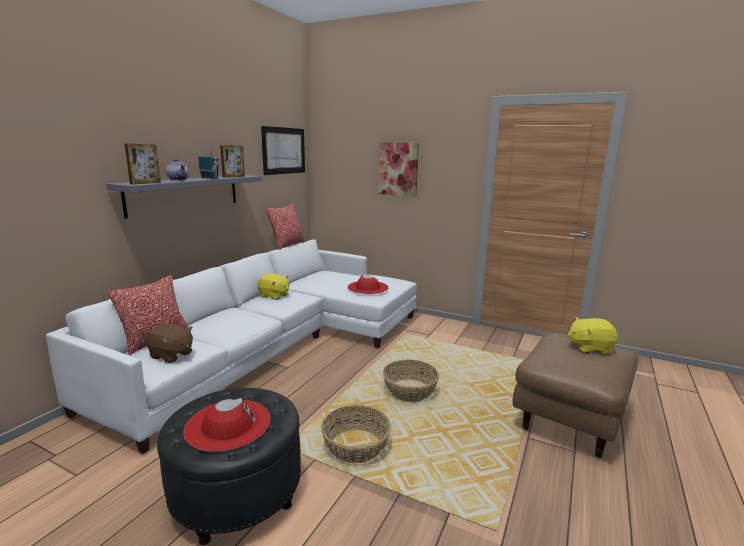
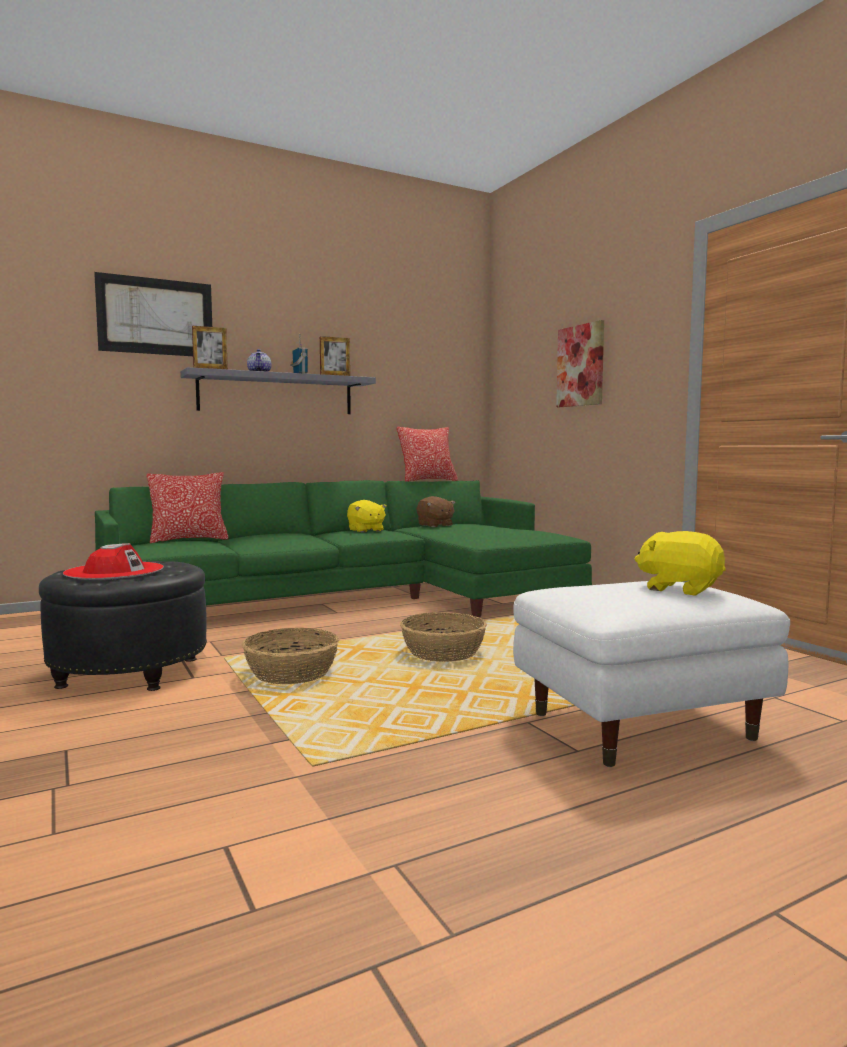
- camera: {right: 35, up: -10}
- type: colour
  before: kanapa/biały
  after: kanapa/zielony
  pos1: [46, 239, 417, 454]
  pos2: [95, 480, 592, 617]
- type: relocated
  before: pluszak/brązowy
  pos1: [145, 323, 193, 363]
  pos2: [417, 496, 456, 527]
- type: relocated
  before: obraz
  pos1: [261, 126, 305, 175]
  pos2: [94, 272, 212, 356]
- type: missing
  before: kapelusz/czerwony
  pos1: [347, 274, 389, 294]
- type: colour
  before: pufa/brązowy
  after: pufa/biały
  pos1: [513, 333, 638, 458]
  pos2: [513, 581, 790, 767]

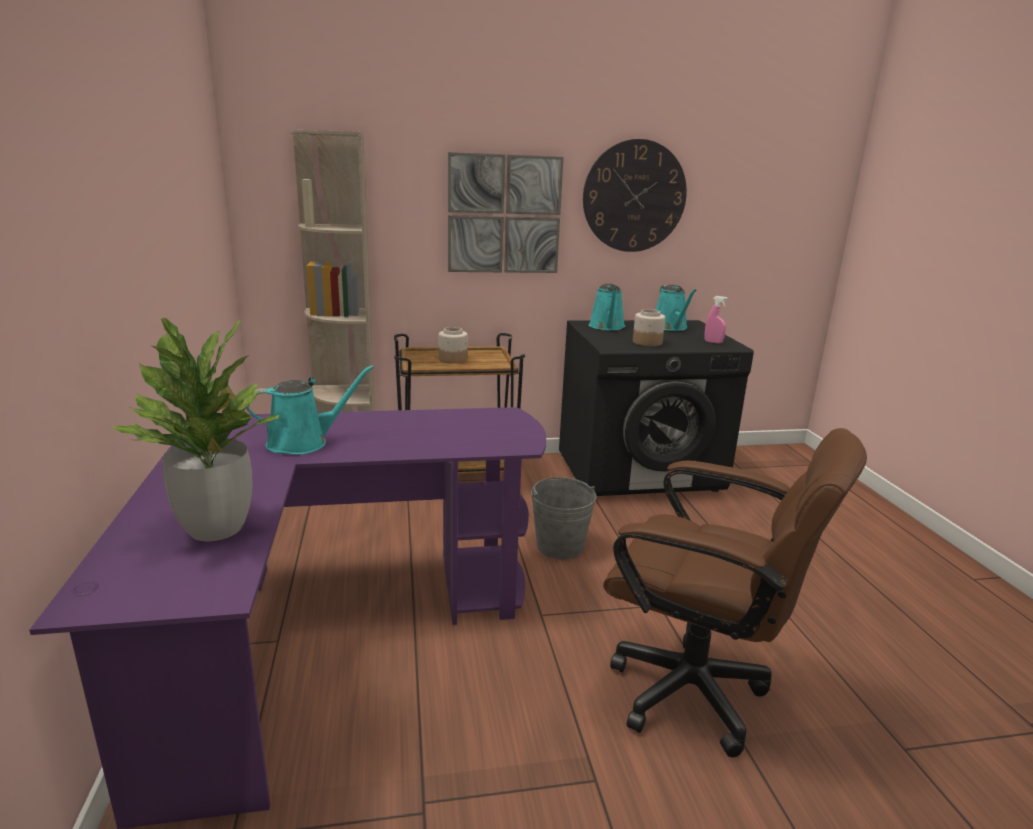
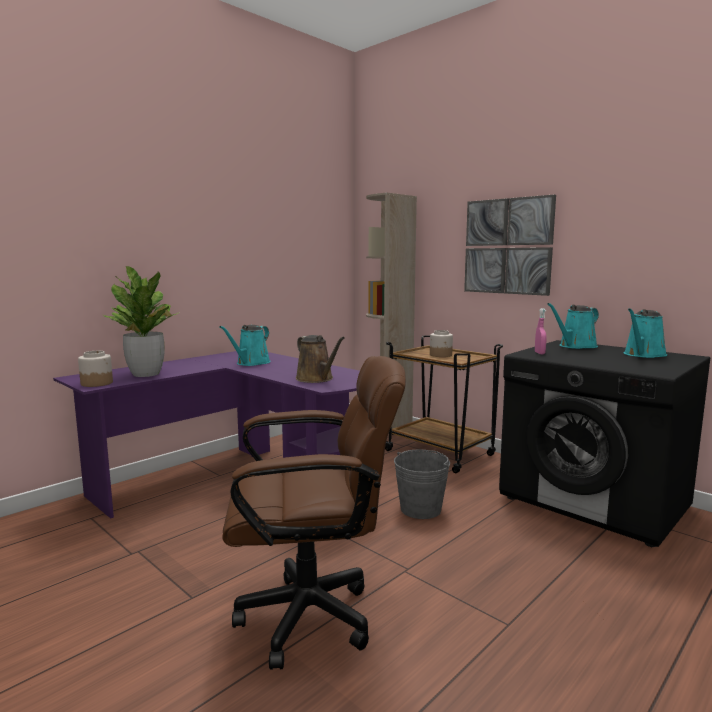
- camera: {right: 55, up: -10}
- type: spun
  before: konewka/turkusowy
  pos1: [247, 365, 374, 455]
  pos2: [219, 325, 271, 366]
  turn: 90
- type: missing
  before: zegar ścienny
  pos1: [583, 139, 687, 252]
- type: spun
  before: krzesło biurowe/brązowy
  pos1: [603, 428, 867, 757]
  pos2: [222, 356, 406, 670]
  turn: -90
- type: relocated
  before: słoik
  pos1: [633, 309, 665, 346]
  pos2: [78, 351, 113, 387]
- type: relocated
  before: spryskiwacz/różowy
  pos1: [704, 296, 728, 344]
  pos2: [535, 308, 547, 354]
- type: appeared
  after: konewka/brązowy
  pos2: [296, 335, 345, 383]

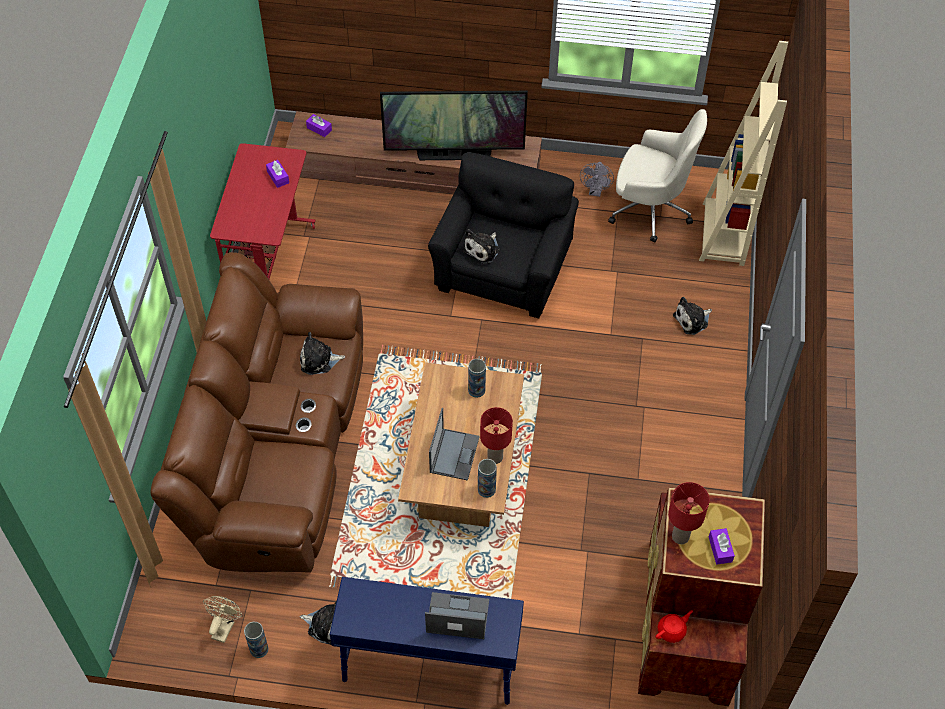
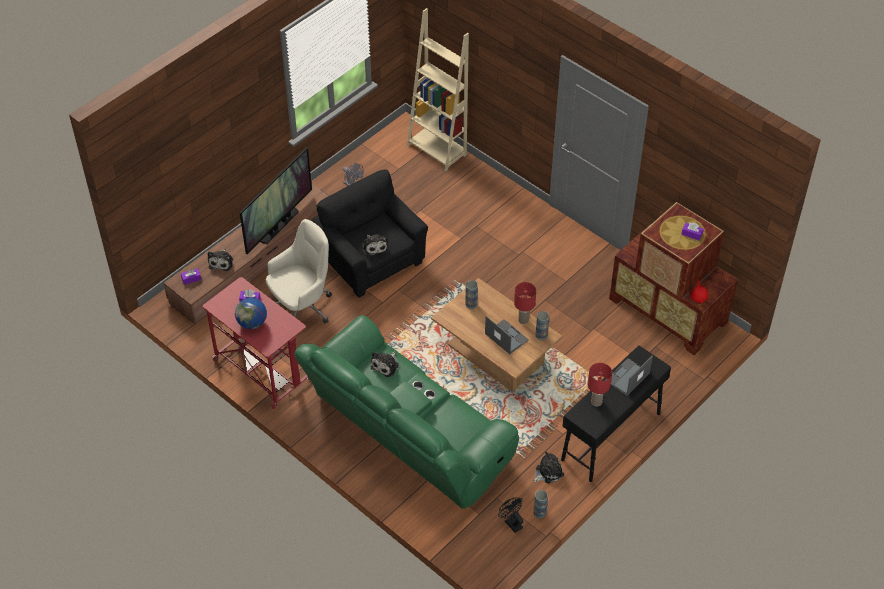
- camera: {right: -55, up: -5}
- type: colour
  before: kanapa/brązowy
  after: kanapa/zielony
  pos1: [150, 252, 363, 573]
  pos2: [294, 315, 519, 509]
- type: colour
  before: wentylator/beżowy
  after: wentylator/czarny
  pos1: [203, 596, 243, 643]
  pos2: [498, 497, 524, 533]
- type: colour
  before: stolik konsolowy/niebieski
  after: stolik konsolowy/czarny
  pos1: [330, 577, 524, 705]
  pos2: [561, 345, 671, 482]
- type: relocated
  before: krzesło biurowe/beżowy
  pos1: [608, 109, 707, 242]
  pos2: [266, 219, 332, 323]
- type: relocated
  before: lampa stołowa/czerwony
  pos1: [668, 482, 710, 544]
  pos2: [588, 363, 612, 406]
- type: relocated
  before: pluszak
  pos1: [673, 297, 712, 335]
  pos2: [207, 249, 233, 271]
- type: appeared
  after: globus
  pos2: [235, 297, 267, 329]

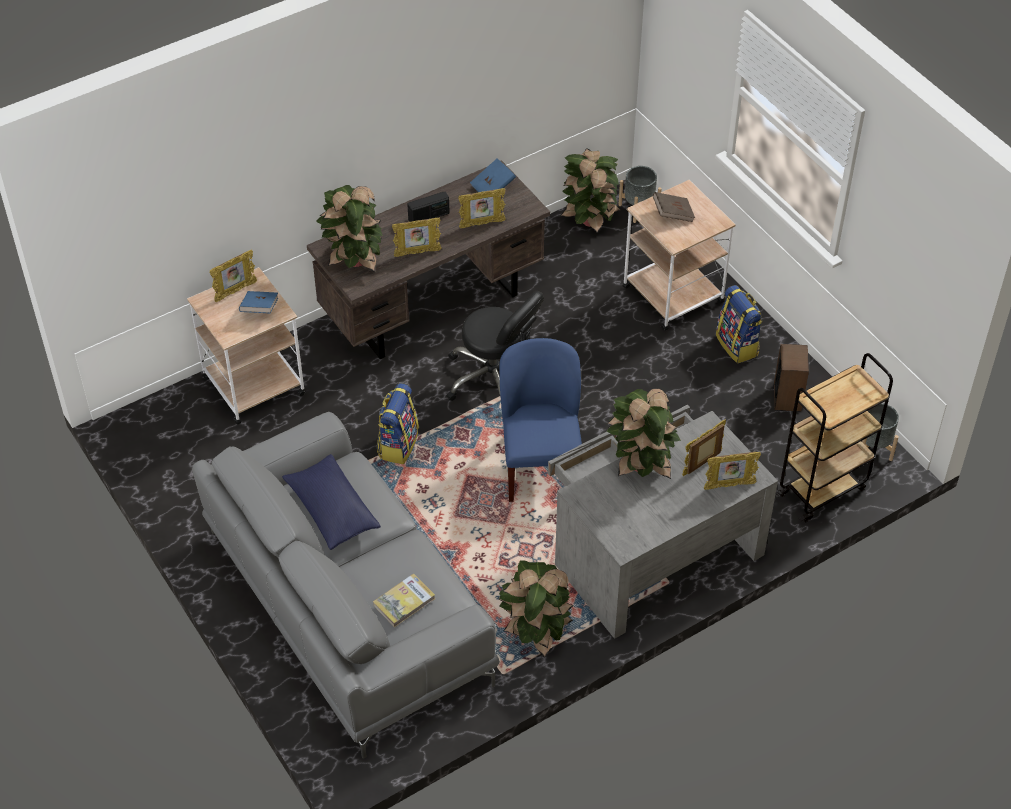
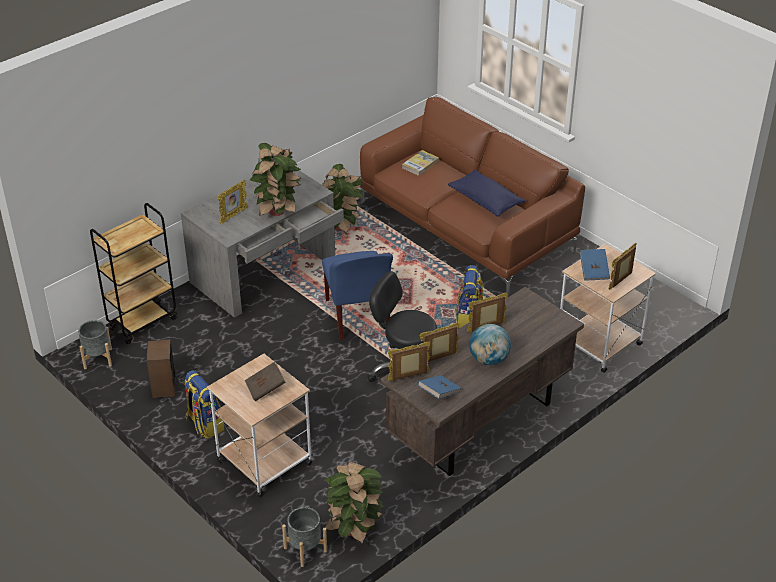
- camera: {right: 170, up: -10}
- type: colour
  before: kanapa/szary
  after: kanapa/brązowy
  pos1: [192, 412, 500, 759]
  pos2: [360, 97, 585, 296]
- type: missing
  before: roślina doniczkowa
  pos1: [316, 185, 383, 272]
- type: exchanged
  before: radio
  after: globus
  pos1: [407, 192, 450, 222]
  pos2: [469, 324, 511, 365]
- type: relocated
  before: ramka na zdjęcie
  pos1: [704, 452, 761, 490]
  pos2: [388, 342, 430, 381]

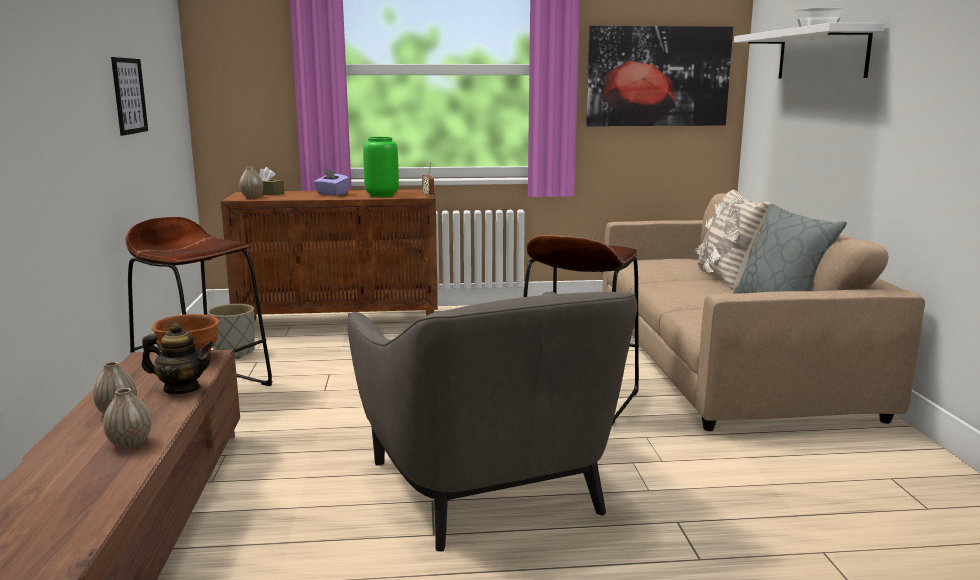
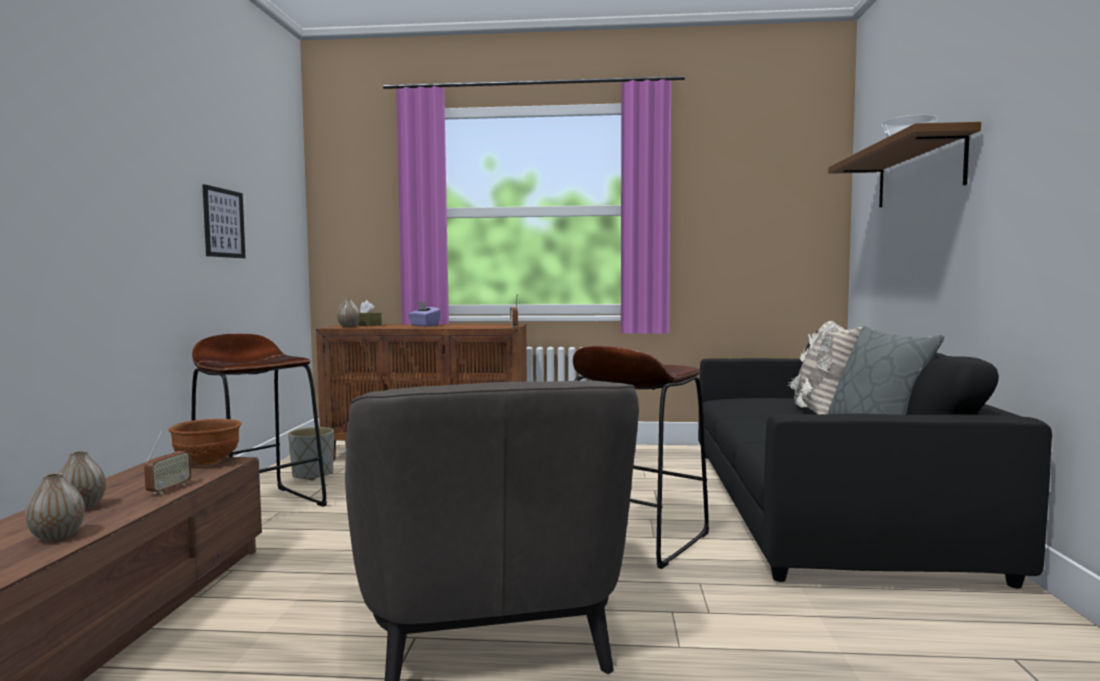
- camera: {right: 10, up: -10}
- type: exchanged
  before: imbryk
  after: radio
  pos1: [142, 323, 214, 394]
  pos2: [144, 430, 191, 494]
- type: missing
  before: wazon/zielony
  pos1: [363, 137, 399, 197]
- type: missing
  before: obraz
  pos1: [586, 26, 733, 126]
- type: colour
  before: kanapa/beżowy
  after: kanapa/czarny
  pos1: [602, 193, 925, 431]
  pos2: [698, 331, 1052, 588]
- type: colour
  before: półka/biały
  after: półka/brązowy
  pos1: [734, 23, 885, 79]
  pos2: [828, 122, 981, 207]

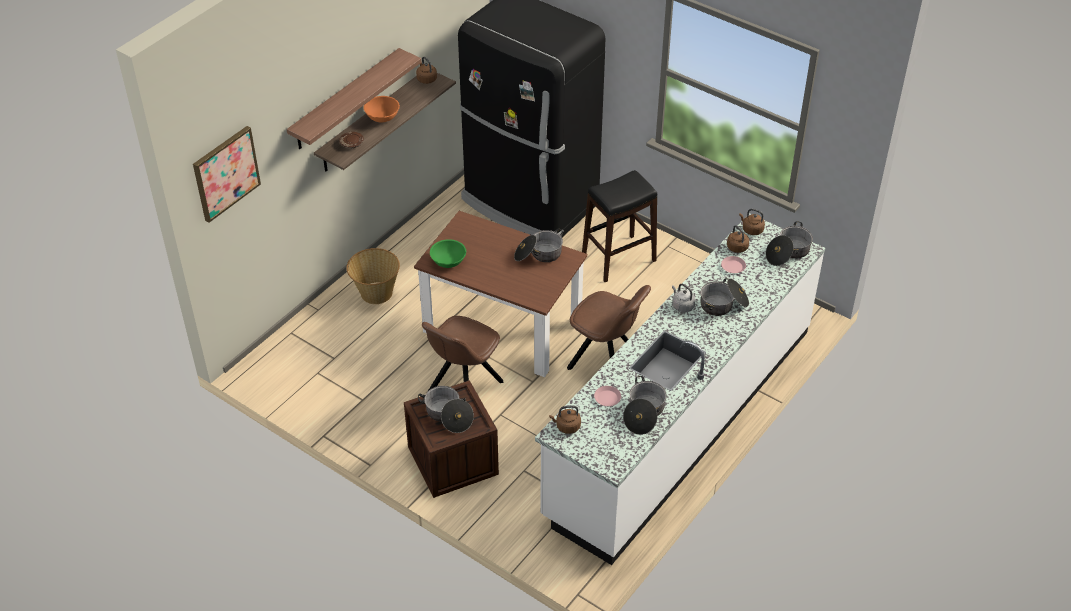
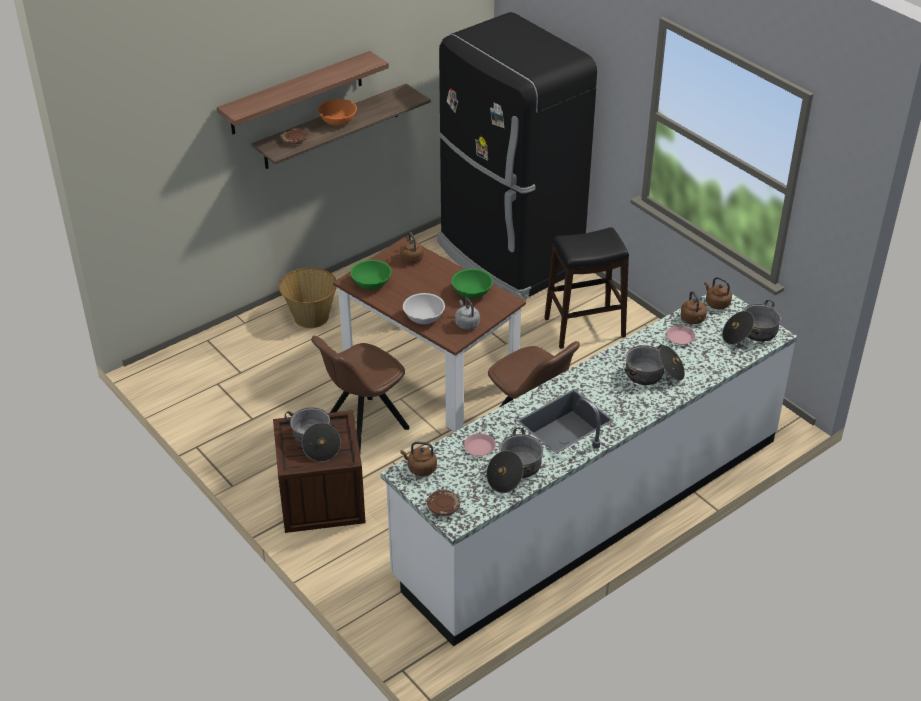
- camera: {right: 15, up: -5}
- type: missing
  before: obraz
  pos1: [193, 126, 261, 223]
- type: relocated
  before: czajnik/brązowy
  pos1: [416, 57, 437, 84]
  pos2: [400, 232, 423, 263]
- type: exchanged
  before: garnek
  after: miska/zielony
  pos1: [514, 228, 563, 262]
  pos2: [452, 269, 493, 299]
- type: relocated
  before: czajnik/szary
  pos1: [672, 284, 695, 312]
  pos2: [455, 297, 480, 330]
- type: appeared
  after: miska/biały
  pos2: [403, 293, 445, 324]
- type: appeared
  after: talerz/brązowy
  pos2: [427, 490, 460, 516]

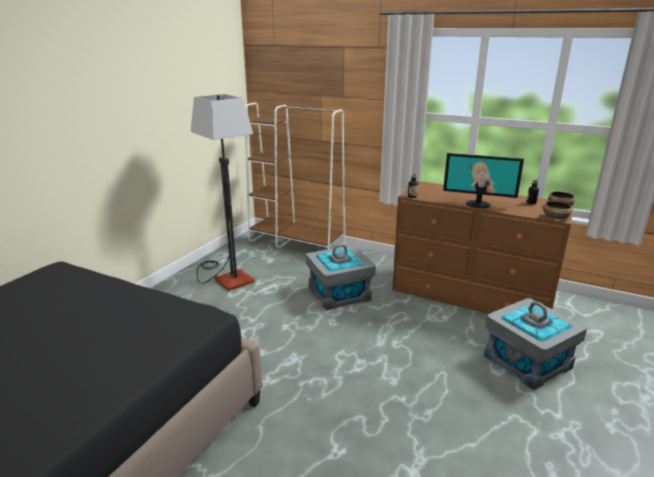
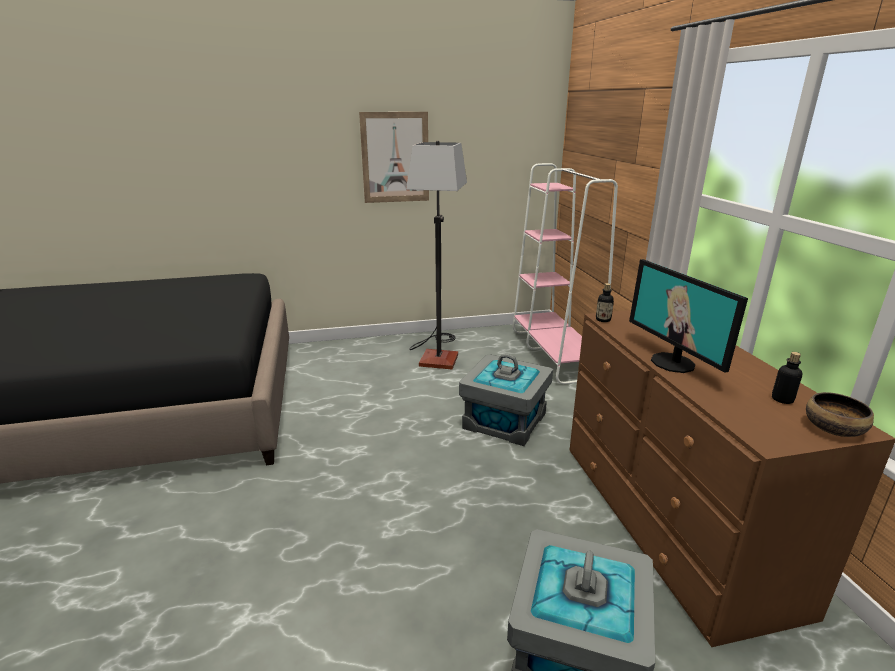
- camera: {right: 50, up: 0}
- type: colour
  before: wieszak/brązowy
  after: wieszak/różowy
  pos1: [245, 102, 345, 249]
  pos2: [513, 163, 618, 384]
- type: missing
  before: miska
  pos1: [543, 201, 572, 219]
- type: appeared
  after: obraz
  pos2: [359, 112, 429, 203]

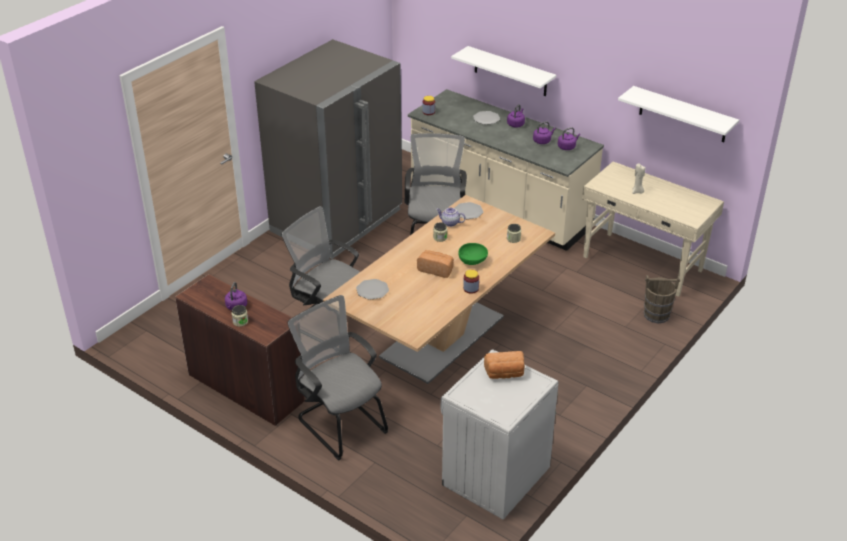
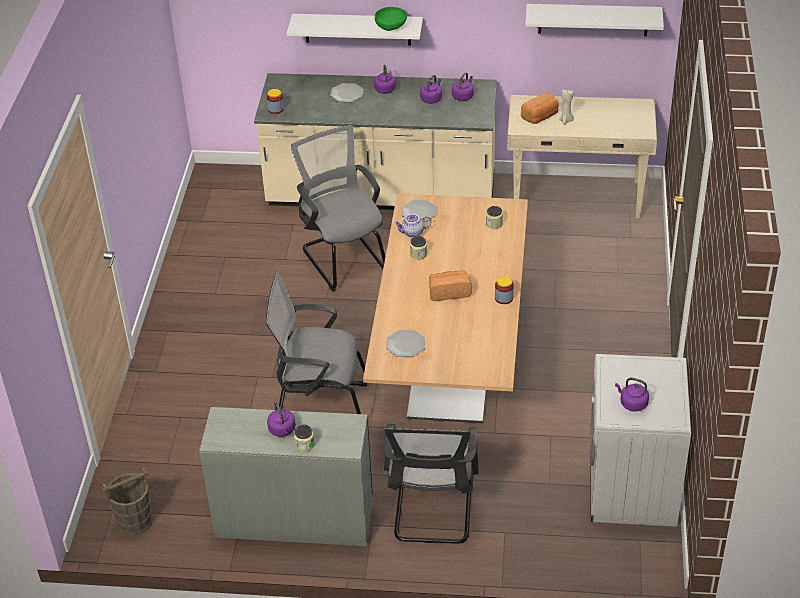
- camera: {right: -30, up: 5}
- type: colour
  before: biurko/brązowy
  after: biurko/szary
  pos1: [175, 274, 305, 426]
  pos2: [199, 407, 373, 546]
- type: missing
  before: lodówka/szary
  pos1: [254, 39, 402, 259]
- type: spun
  before: krzesło
  pos1: [288, 295, 388, 461]
  pos2: [384, 424, 479, 544]
  turn: -105
- type: relocated
  before: miska/zielony
  pos1: [458, 243, 488, 265]
  pos2: [375, 7, 407, 31]
- type: relocated
  before: chleb
  pos1: [484, 351, 525, 379]
  pos2: [521, 92, 559, 124]
- type: relocated
  before: wiadro/brązowy
  pos1: [644, 275, 680, 323]
  pos2: [102, 468, 153, 535]
- type: appeared
  after: czajnik/fioletowy
  pos2: [615, 378, 649, 411]

